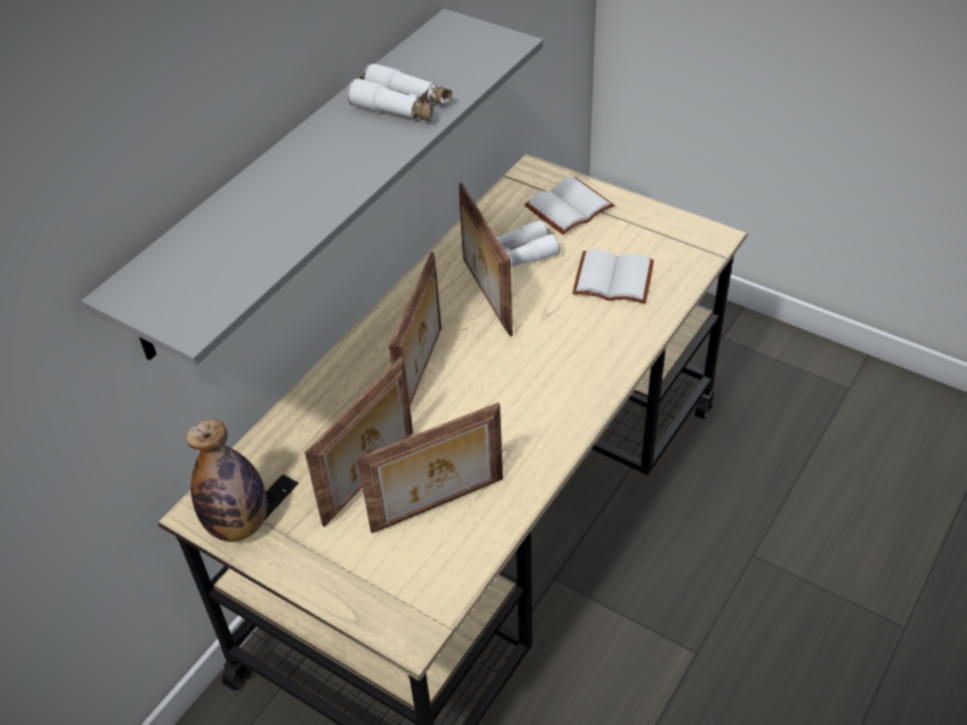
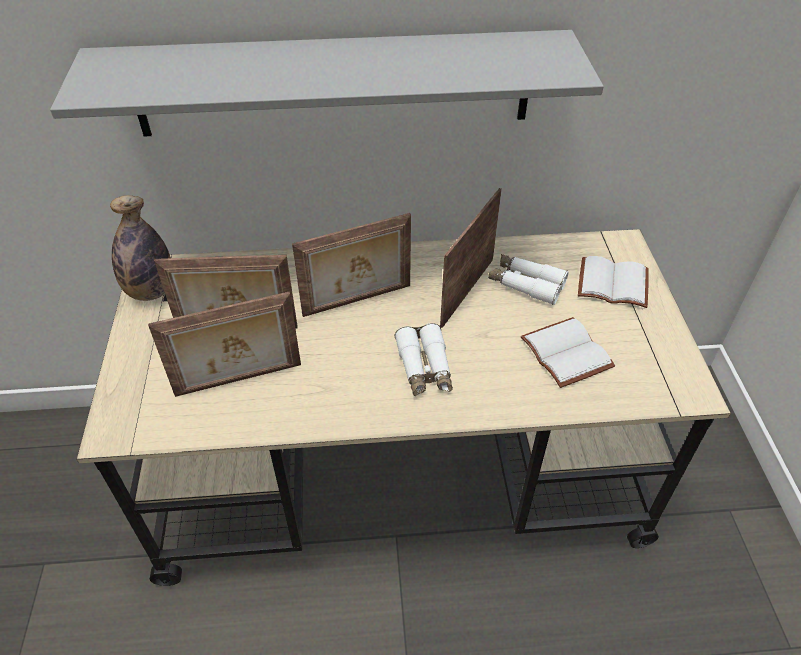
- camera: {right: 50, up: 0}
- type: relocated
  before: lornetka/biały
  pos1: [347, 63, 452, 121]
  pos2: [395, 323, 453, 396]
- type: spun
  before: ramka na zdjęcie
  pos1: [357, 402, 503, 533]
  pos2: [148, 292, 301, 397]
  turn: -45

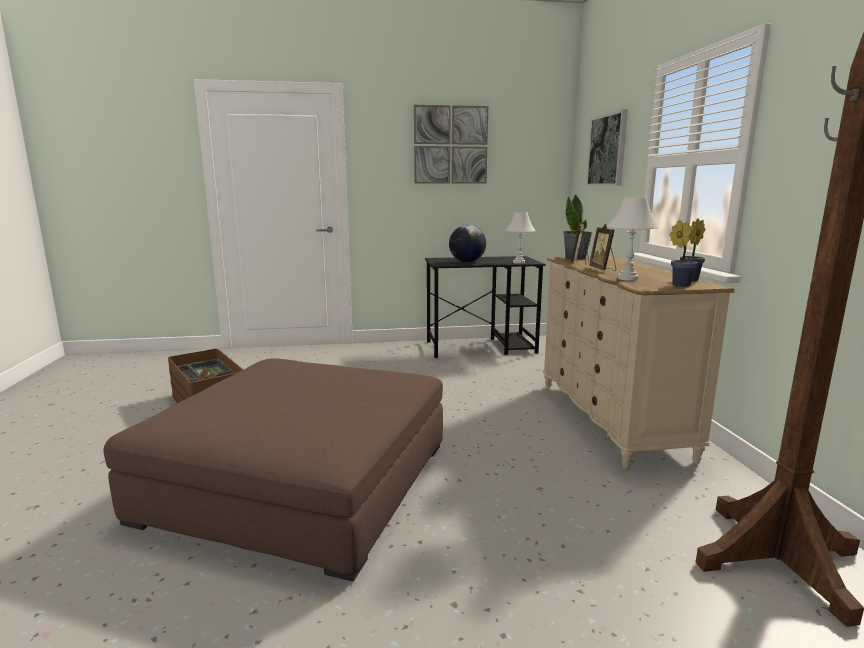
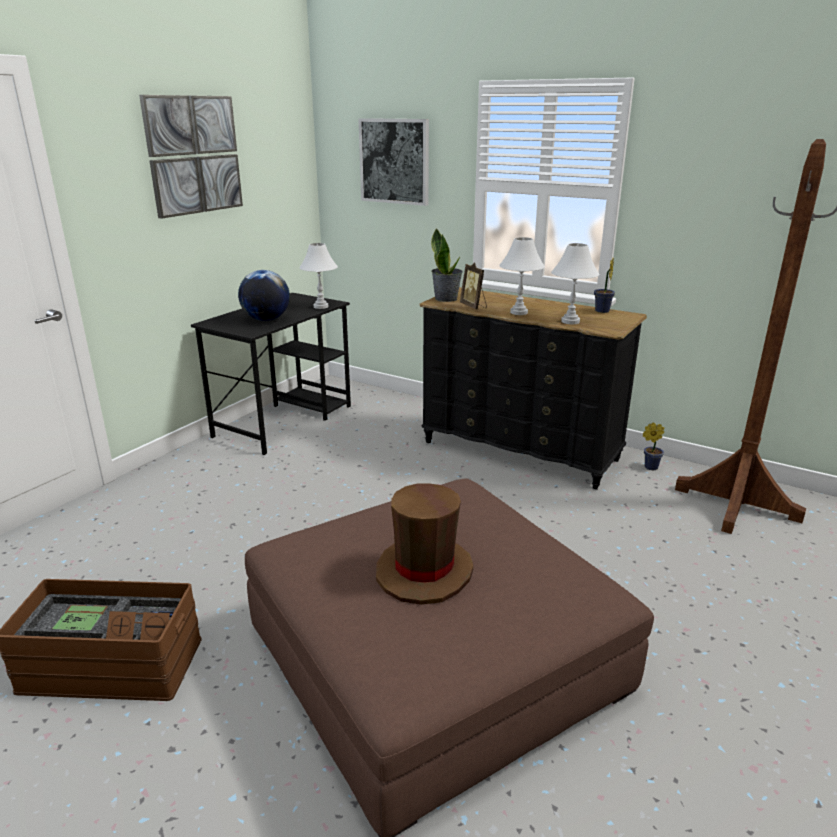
- camera: {right: -50, up: 10}
- type: colour
  before: komoda/beżowy
  after: komoda/czarny
  pos1: [542, 256, 734, 470]
  pos2: [419, 287, 647, 490]
- type: exchanged
  before: ramka na zdjęcie
  after: lampa stołowa/biały
  pos1: [589, 224, 616, 271]
  pos2: [499, 237, 545, 315]
- type: relocated
  before: roślina doniczkowa
  pos1: [670, 219, 698, 287]
  pos2: [643, 422, 664, 470]
- type: appeared
  after: kapelusz/brązowy
  pos2: [376, 483, 473, 605]

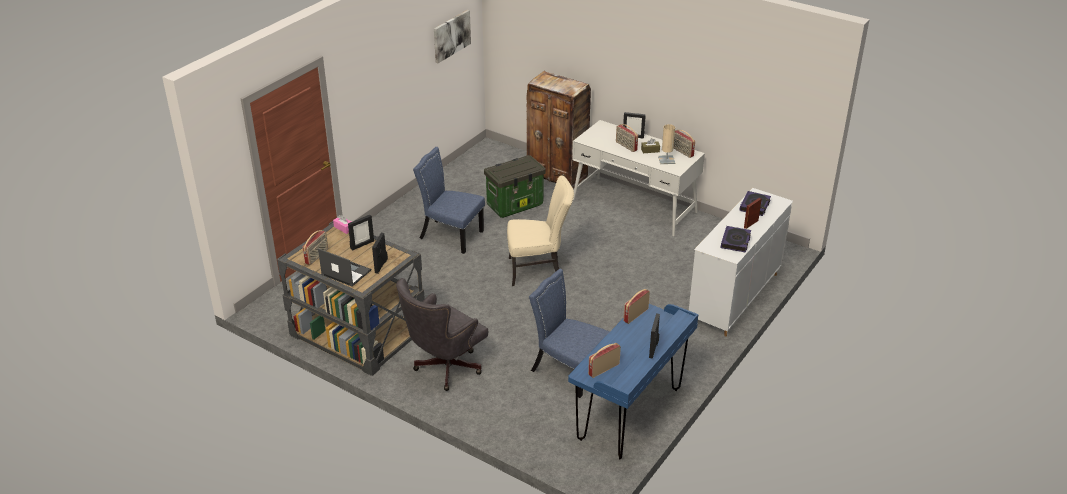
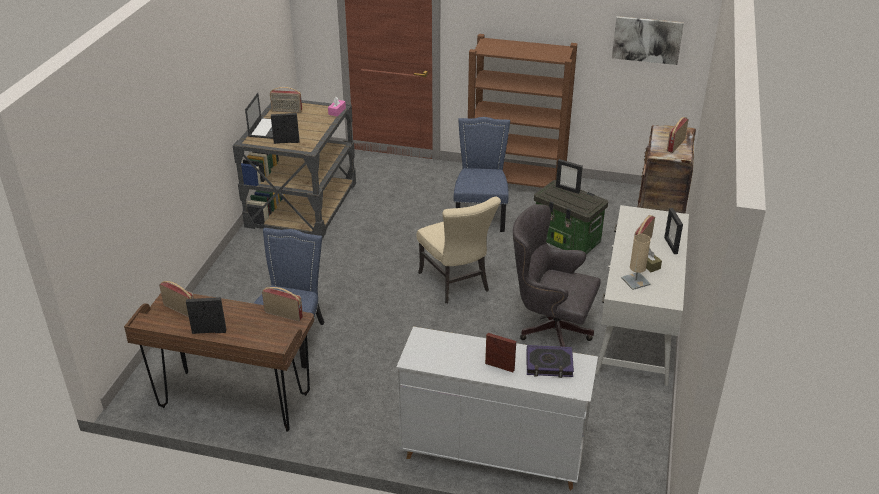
- camera: {right: 70, up: 0}
- type: relocated
  before: ramka na zdjęcie
  pos1: [348, 215, 374, 250]
  pos2: [556, 159, 583, 194]
- type: relocated
  before: krzesło biurowe/szary
  pos1: [396, 278, 488, 391]
  pos2: [513, 204, 601, 347]
- type: colour
  before: biurko/niebieski
  after: biurko/brązowy
  pos1: [568, 304, 698, 459]
  pos2: [124, 294, 314, 432]
- type: relocated
  before: radio
  pos1: [673, 130, 695, 158]
  pos2: [667, 117, 689, 153]
- type: missing
  before: książka
  pos1: [721, 226, 751, 252]
- type: appeared
  after: regał/brązowy
  pos2: [468, 34, 577, 188]

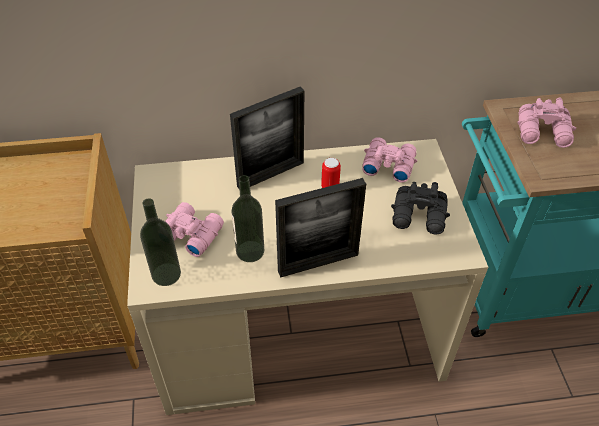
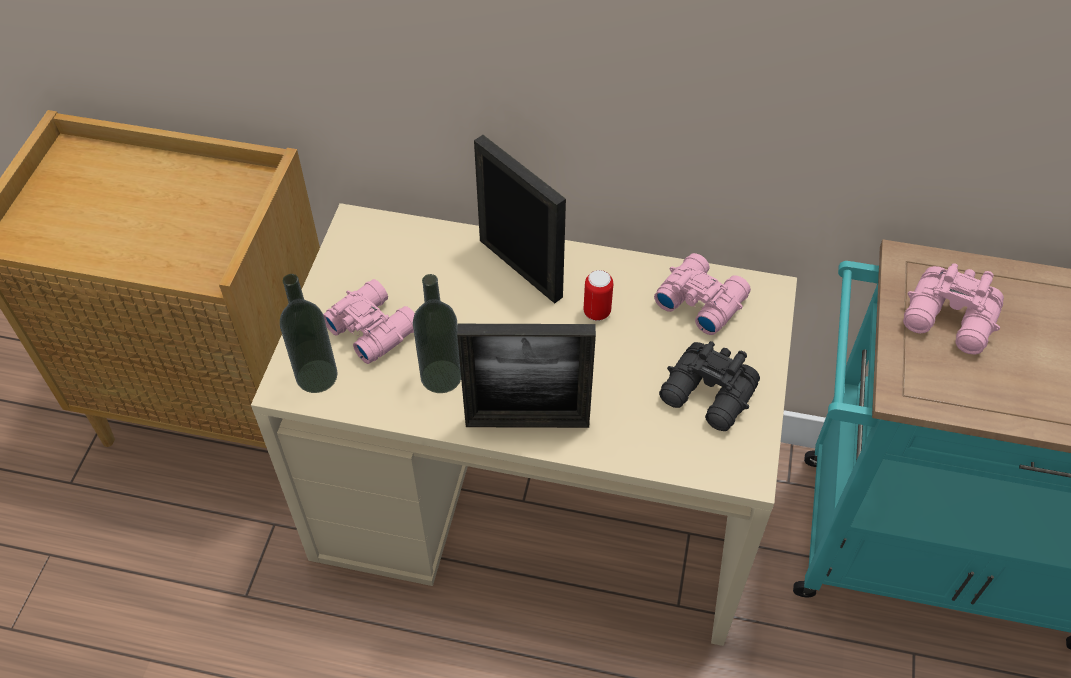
- camera: {right: 20, up: 5}
- type: spun
  before: ramka na zdjęcie
  pos1: [230, 87, 304, 188]
  pos2: [474, 135, 566, 304]
  turn: -120

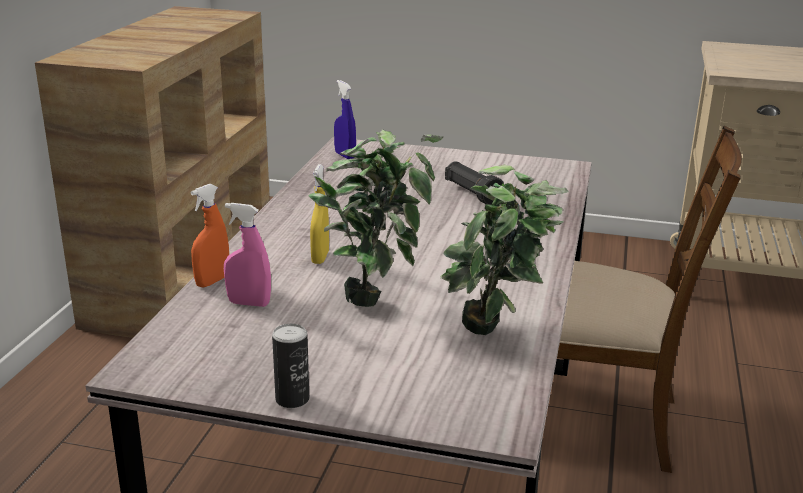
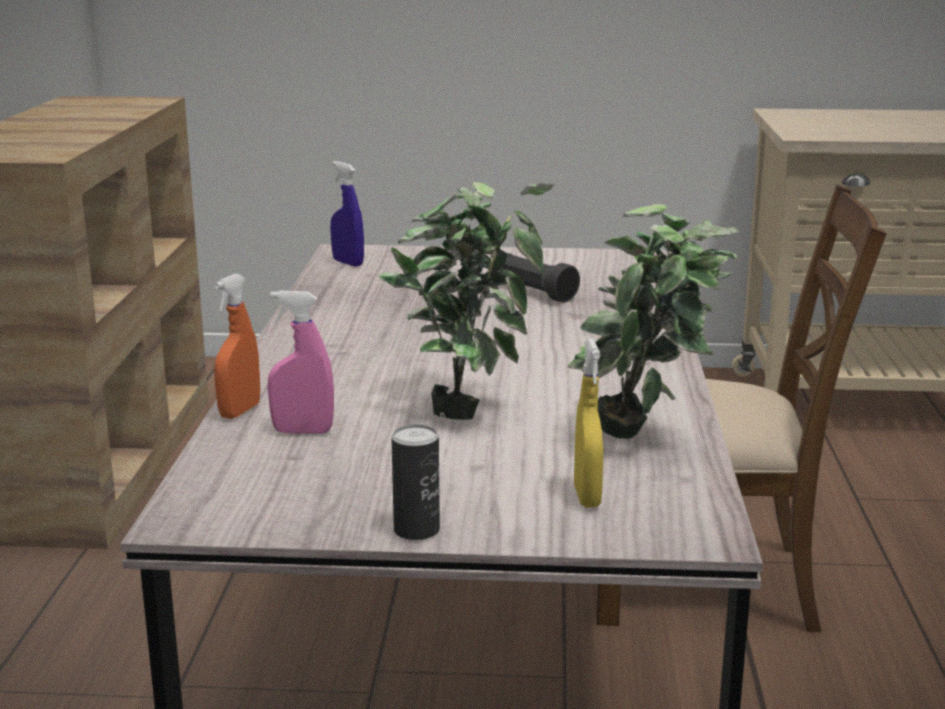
- camera: {right: -10, up: -5}
- type: relocated
  before: spryskiwacz/żółty
  pos1: [310, 164, 329, 264]
  pos2: [574, 338, 603, 508]

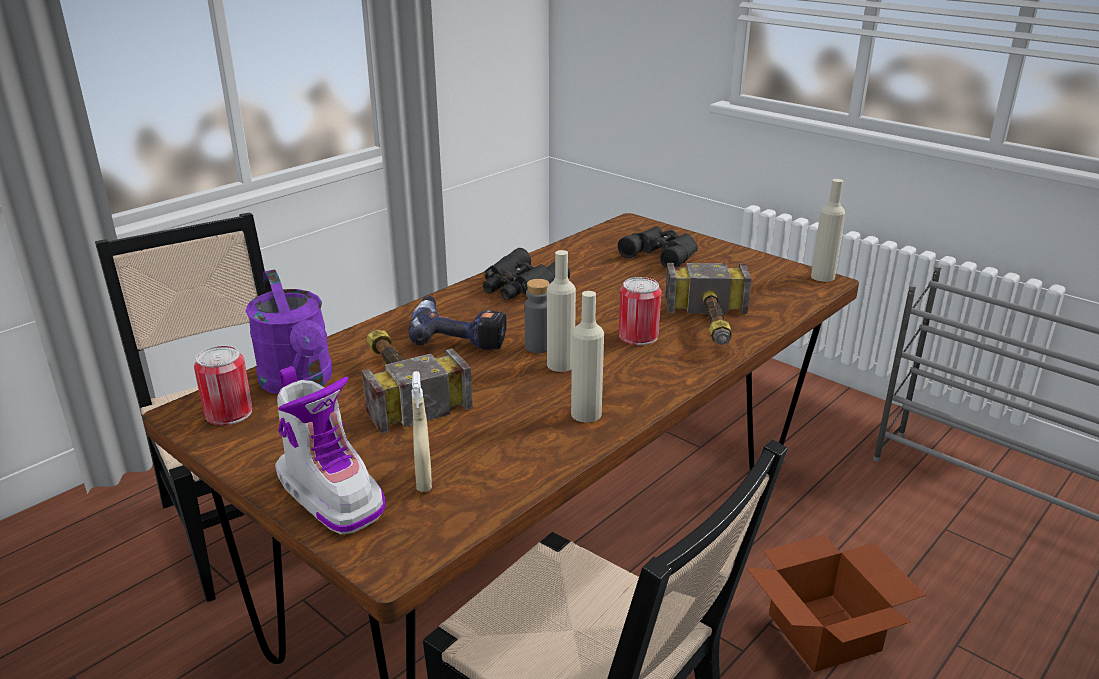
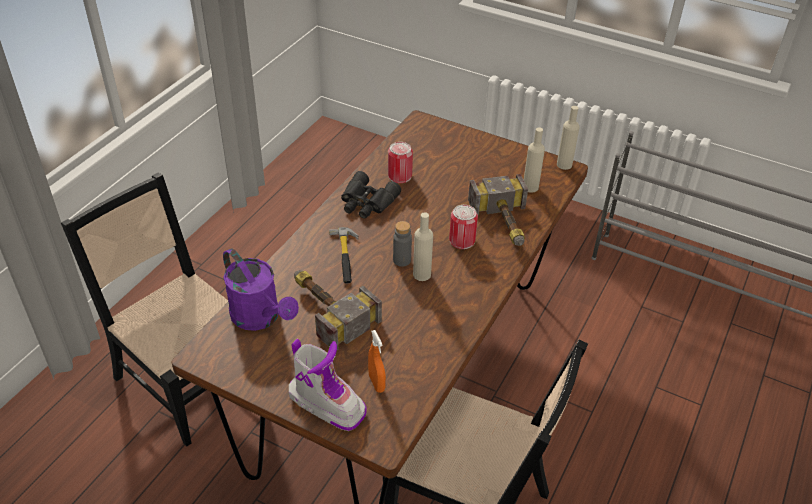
- camera: {right: -15, up: 15}
- type: relocated
  before: puszka
  pos1: [194, 346, 252, 425]
  pos2: [388, 142, 413, 183]
- type: exchanged
  before: wiertarka
  after: młotek
  pos1: [408, 296, 507, 350]
  pos2: [329, 227, 359, 283]
- type: colour
  before: spryskiwacz/beżowy
  after: spryskiwacz/pomarańczowy
  pos1: [412, 371, 432, 492]
  pos2: [368, 330, 386, 393]
- type: relocated
  before: butelka/beżowy
  pos1: [571, 291, 604, 423]
  pos2: [524, 127, 545, 193]
- type: missing
  before: lornetka/czarny
  pos1: [618, 226, 698, 269]
- type: missing
  before: karton
  pos1: [746, 535, 926, 672]

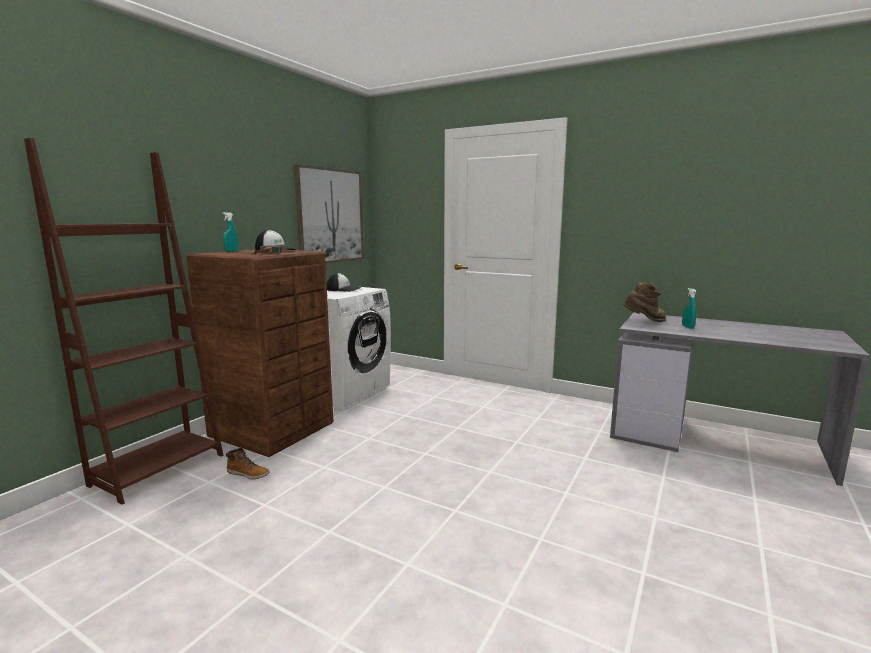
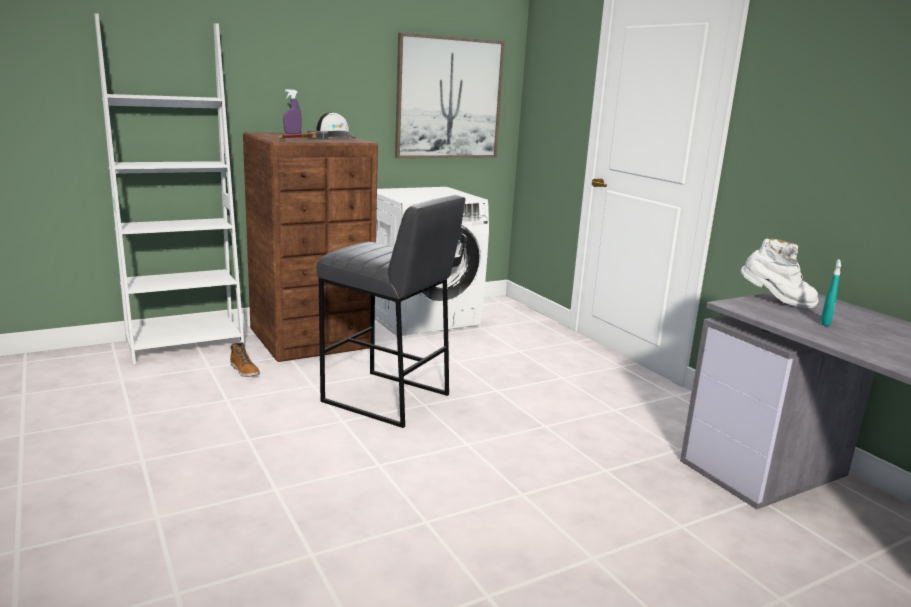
- camera: {right: 30, up: 5}
- type: colour
  before: regał/brązowy
  after: regał/biały
  pos1: [24, 138, 224, 505]
  pos2: [94, 13, 244, 364]
- type: colour
  before: spryskiwacz/turkusowy
  after: spryskiwacz/fioletowy
  pos1: [223, 212, 238, 252]
  pos2: [283, 89, 302, 134]
- type: missing
  before: czapka z daszkiem
  pos1: [327, 273, 362, 292]
- type: colour
  before: but z cholewką/brązowy
  after: but z cholewką/biały
  pos1: [623, 282, 666, 322]
  pos2: [741, 238, 819, 308]
- type: appeared
  after: stołek/szary
  pos2: [317, 195, 465, 428]

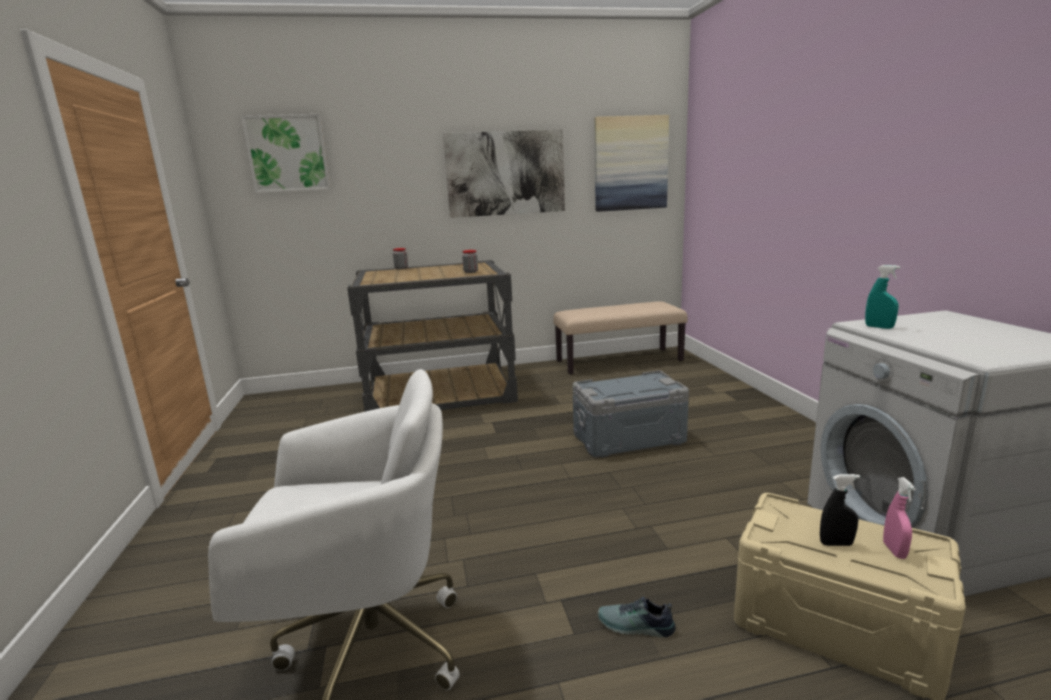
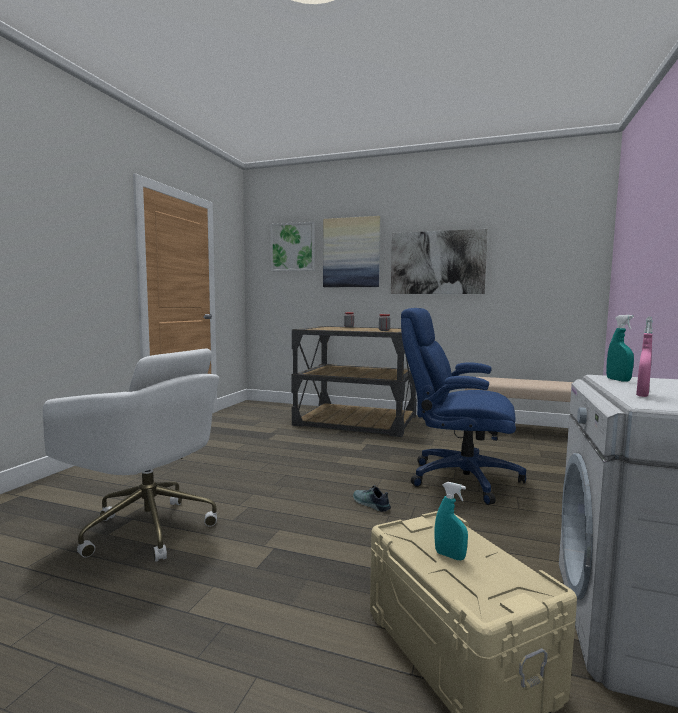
- camera: {right: 30, up: -10}
- type: exchanged
  before: pojemnik do przechowywania/szary
  after: krzesło biurowe/niebieski
  pos1: [572, 371, 689, 458]
  pos2: [401, 308, 526, 505]
- type: relocated
  before: obraz
  pos1: [595, 115, 669, 212]
  pos2: [323, 216, 380, 287]
- type: relocated
  before: but
  pos1: [598, 597, 676, 638]
  pos2: [353, 485, 391, 512]
- type: colour
  before: spryskiwacz/czarny
  after: spryskiwacz/turkusowy
  pos1: [820, 474, 860, 546]
  pos2: [434, 482, 468, 560]
- type: relocated
  before: spryskiwacz/różowy
  pos1: [883, 477, 916, 559]
  pos2: [636, 316, 653, 397]

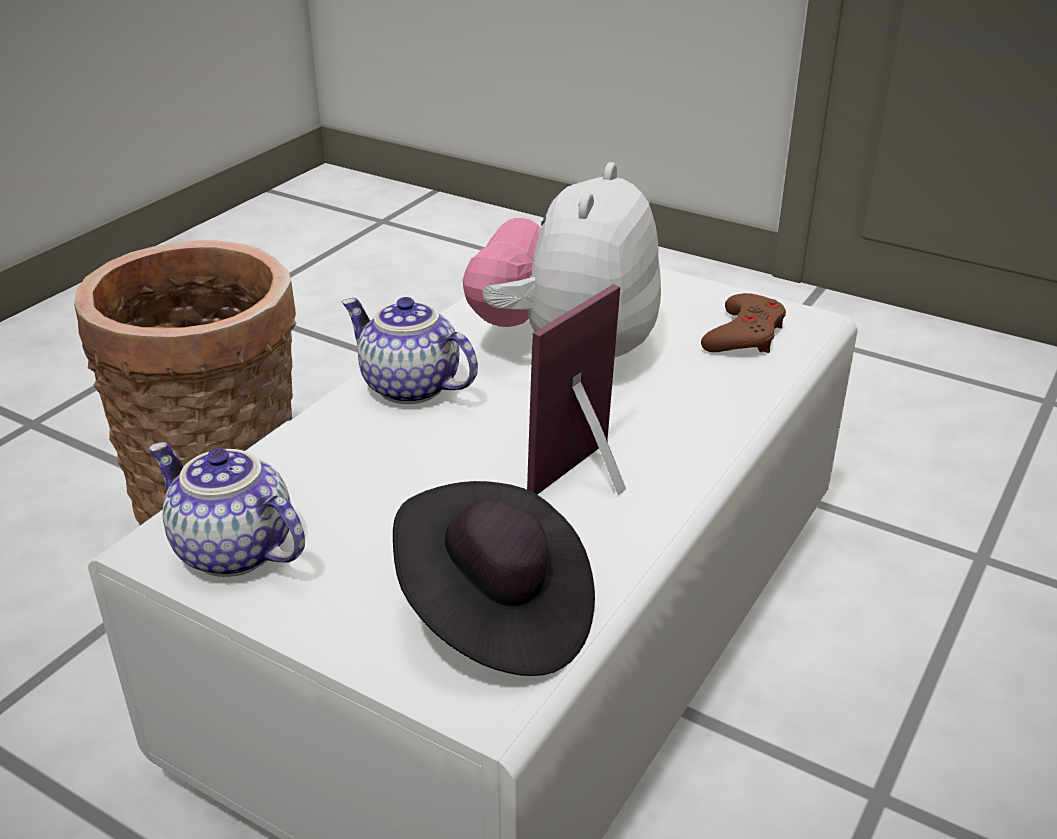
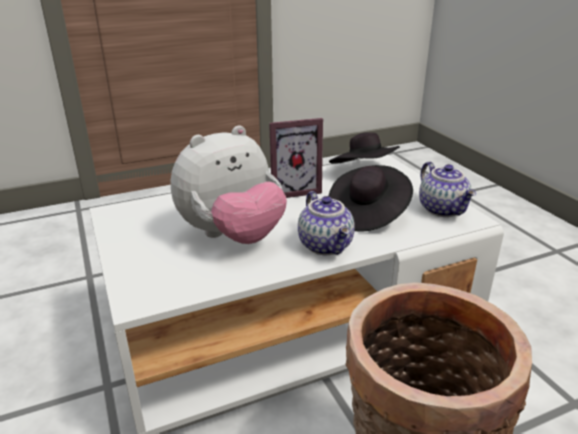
- camera: {right: -145, up: -5}
- type: missing
  before: pad do gier/brązowy
  pos1: [701, 293, 786, 353]
- type: appeared
  after: kapelusz/czarny
  pos2: [329, 165, 413, 231]

